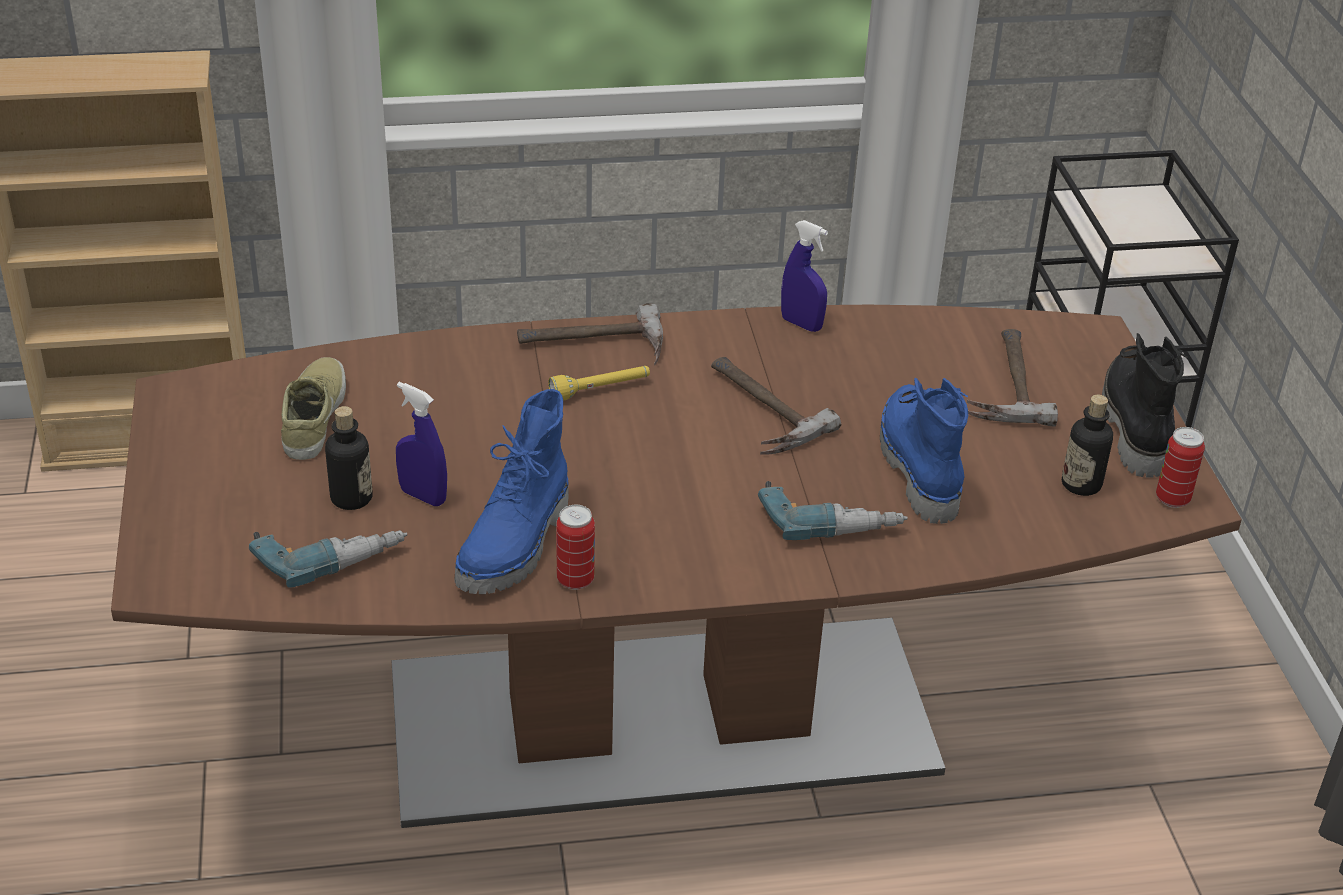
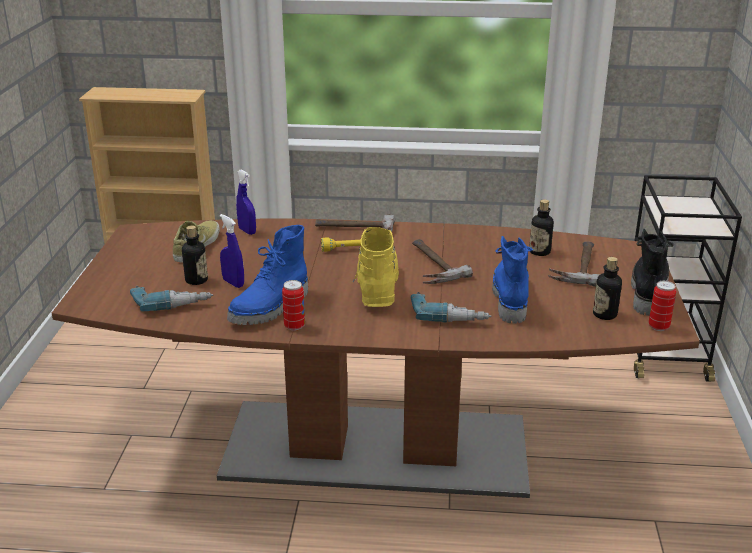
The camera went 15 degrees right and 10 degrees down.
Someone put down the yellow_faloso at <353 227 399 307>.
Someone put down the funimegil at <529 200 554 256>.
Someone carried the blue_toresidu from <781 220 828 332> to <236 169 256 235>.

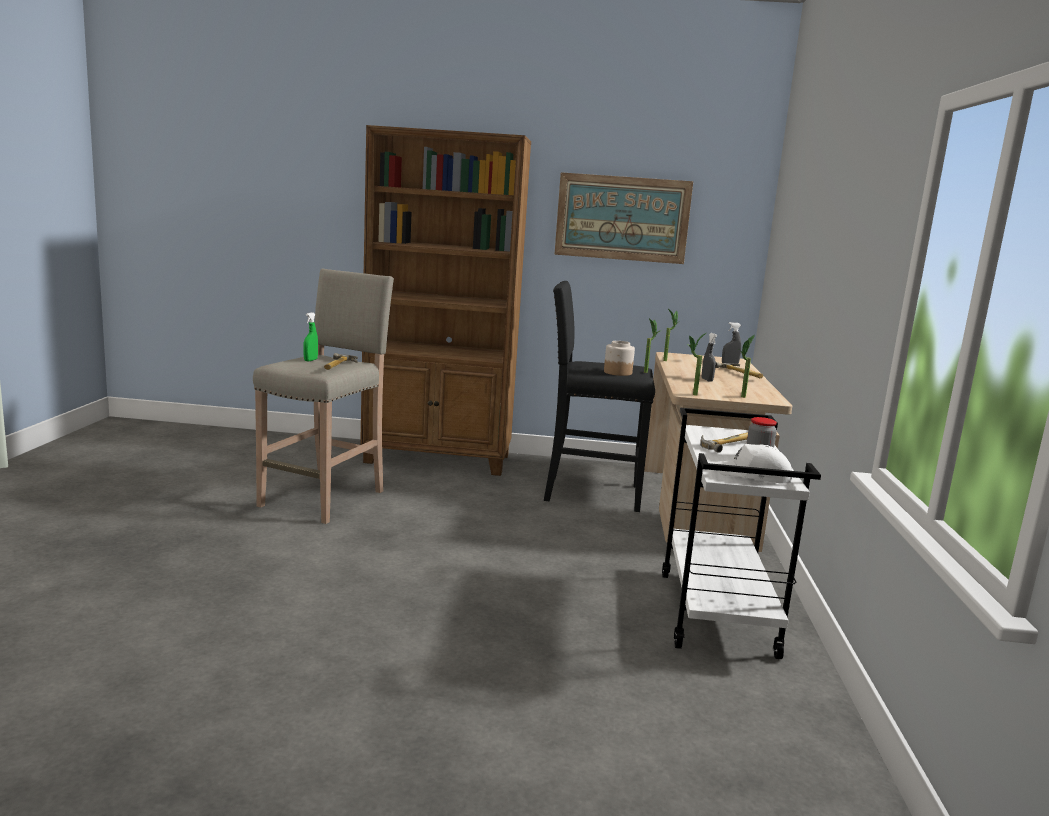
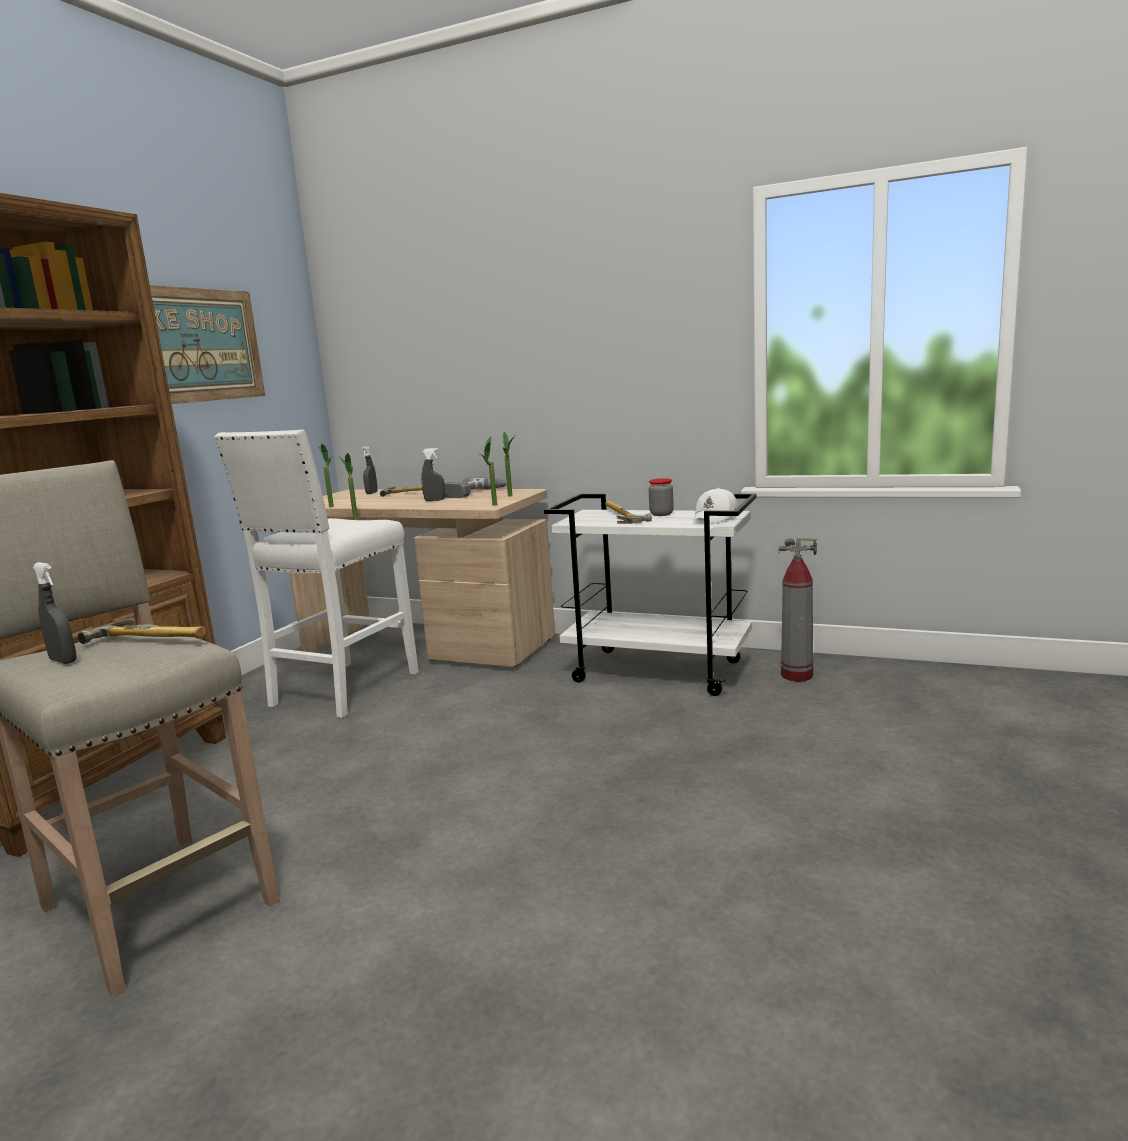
The camera went 70 degrees left and 0 degrees up.
Someone took away the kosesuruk at <604 341 635 376>.
Someone put down the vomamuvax at <445 477 507 498>.
Someone put down the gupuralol at <778 538 817 682>.
Someone repainted the green_toresidu at <303 312 318 361>, which became the grey_toresidu at <33 562 77 664>.
Someone repainted the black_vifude at <544 281 655 512>, which became the white_vifude at <214 429 419 718>.

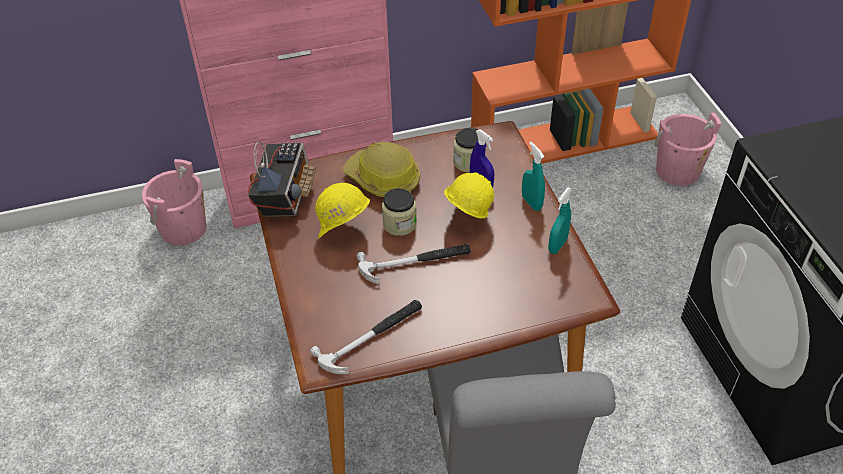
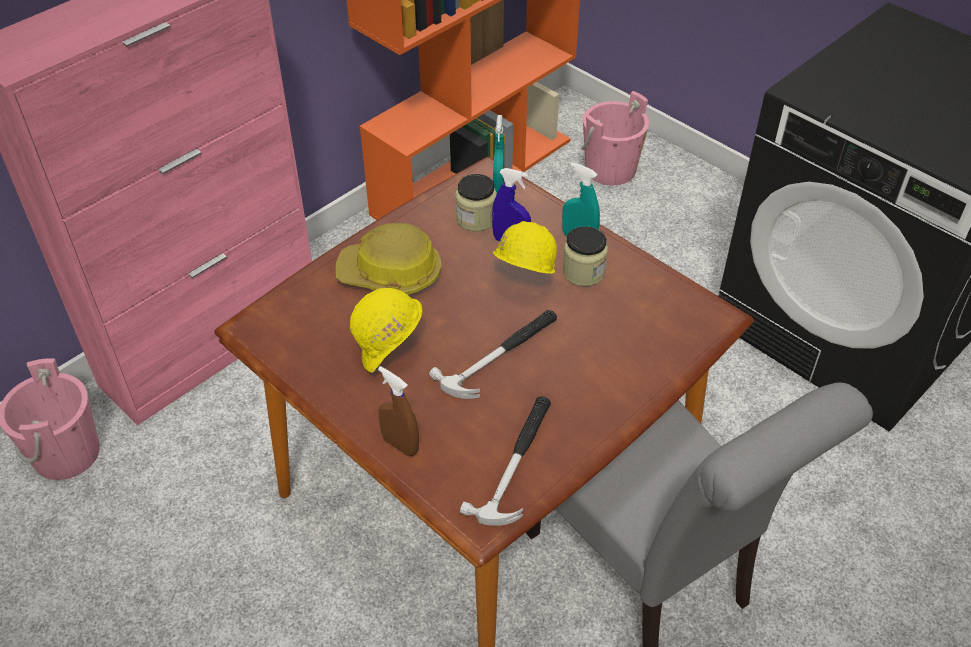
The camera went 30 degrees left and 0 degrees up.
Someone took away the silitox at <248 141 315 217>.
Someone put down the brown_toresidu at <378 366 419 456>.
Someone carried the kosesuruk from <382 188 417 236> to <562 226 608 286>.
Someone carried the turquoise_toresidu from <548 187 572 254> to <493 115 505 193>.

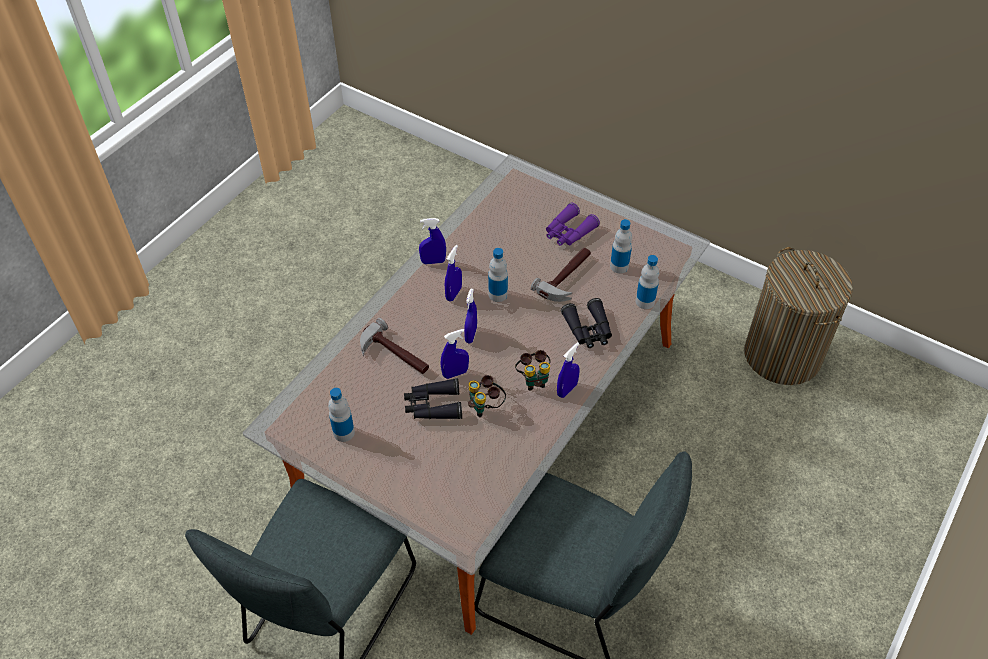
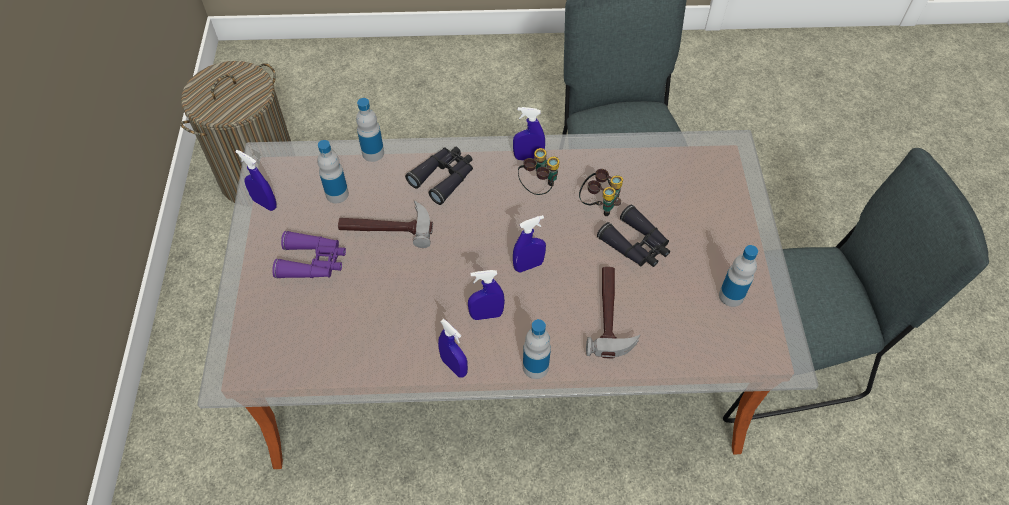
The camera went 125 degrees left and 5 degrees up.
Someone carried the blue_toresidu from <441 329 469 379> to <236 150 277 211>.
Someone carried the funimegil from <488 248 508 302> to <523 319 551 379>.

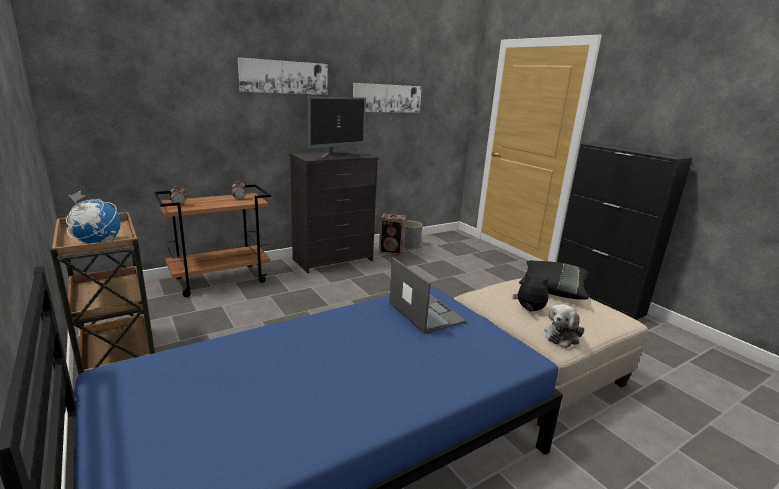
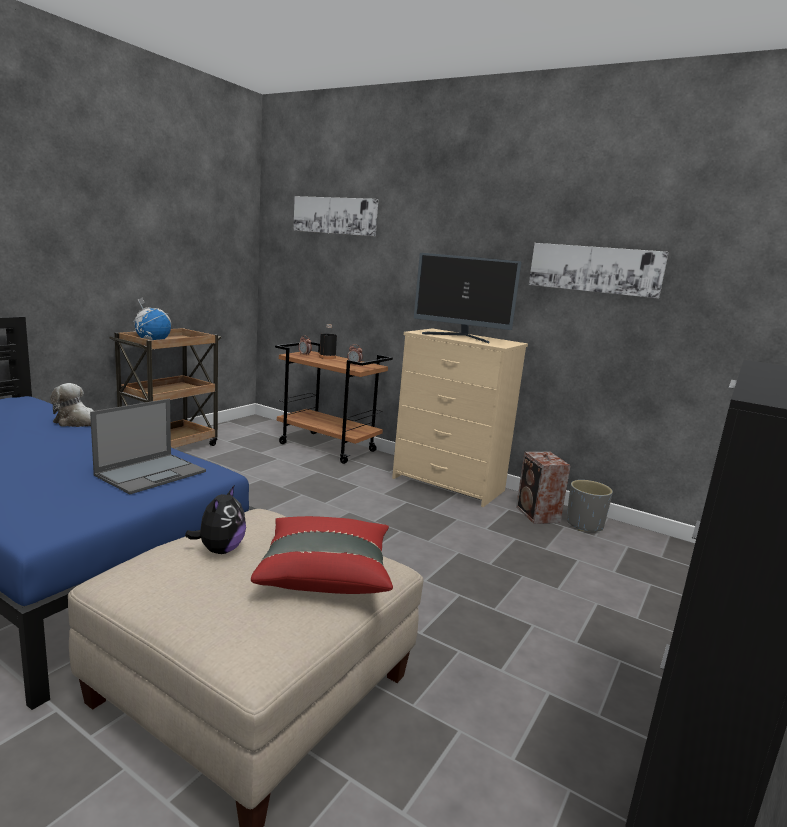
The camera went 65 degrees right and 5 degrees down.
Someone put down the black_funimegil at <319 324 337 359>.
Someone carried the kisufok from <238 57 328 95> to <293 196 378 236>.
Someone carried the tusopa from <544 304 584 348> to <50 383 93 427>.
Someone repainted the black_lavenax at <289 151 379 273>, which became the beige_lavenax at <392 328 528 507>.
Someone repainted the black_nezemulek at <519 260 589 300>, which became the red_nezemulek at <251 516 393 594>.

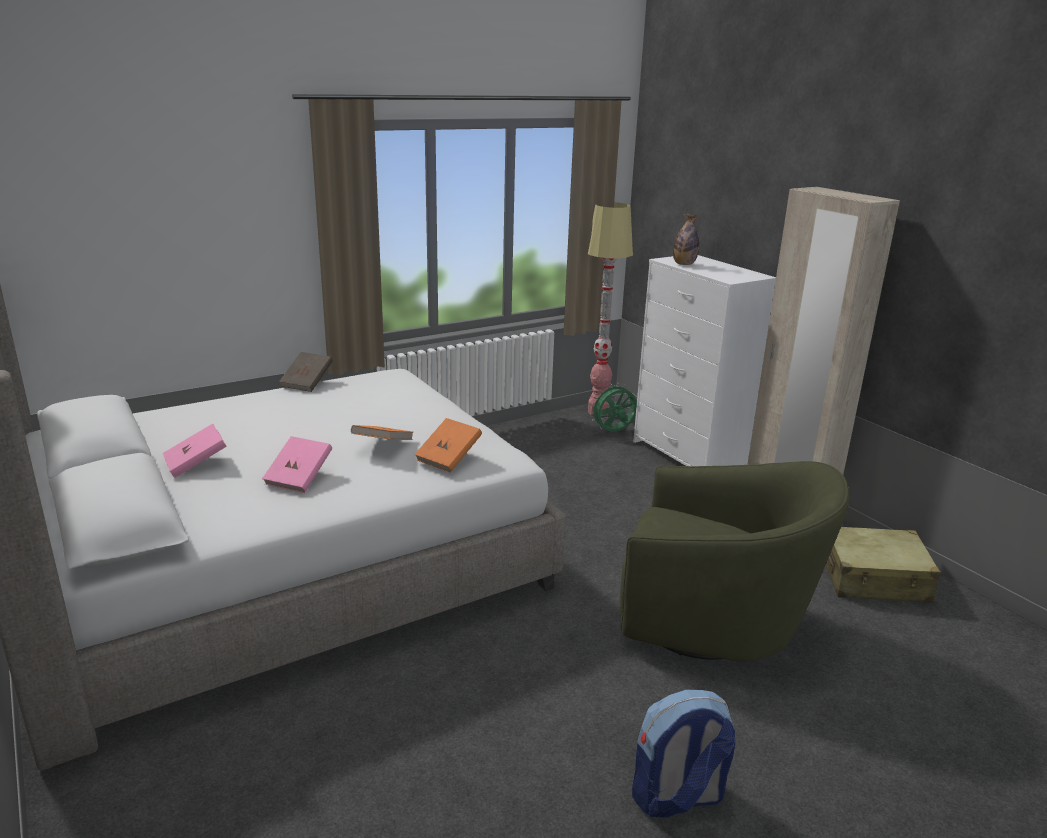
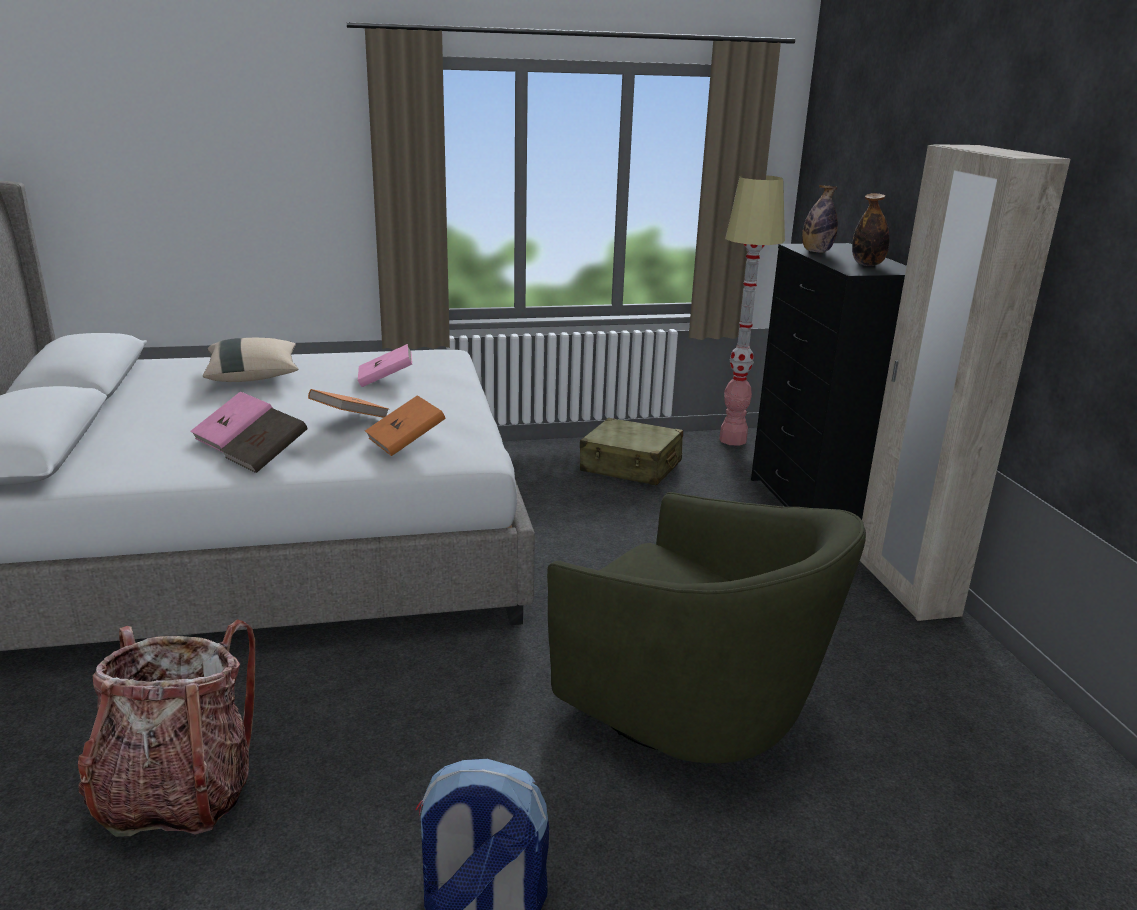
The camera went 20 degrees right and 0 degrees up.
Someone took away the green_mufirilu at <590 383 637 432>.
Someone put down the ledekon at <78 619 255 837>.
Someone put down the beige_nezemulek at <203 338 298 382>.
Someone put down the funimegil at <852 193 890 266>.
Someone carried the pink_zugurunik from <163 424 227 478> to <358 344 412 387>.
Someone carried the brown_zugurunik from <279 352 333 392> to <221 408 308 473>.
Someone carried the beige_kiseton from <826 527 940 603> to <580 418 683 486>.
Someone repainted the white_lavenax at <633 255 776 466>, which became the black_lavenax at <751 243 907 520>.

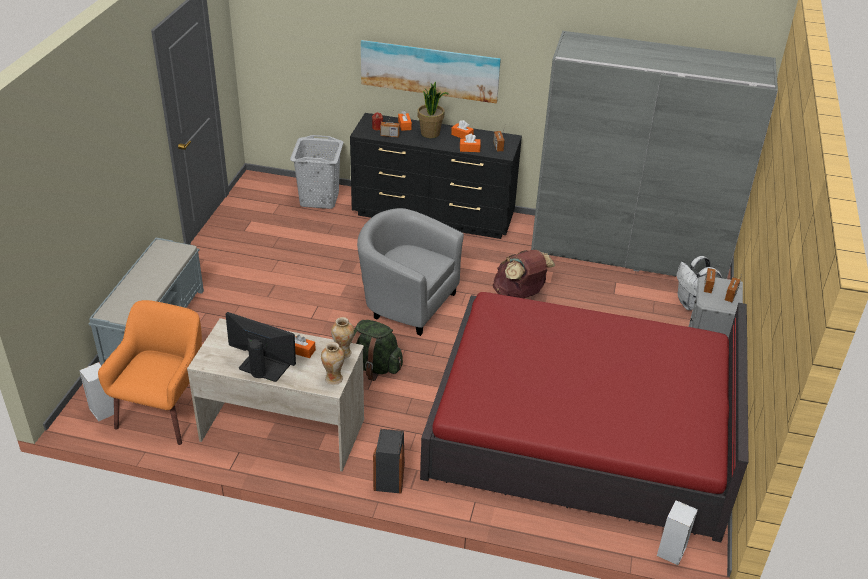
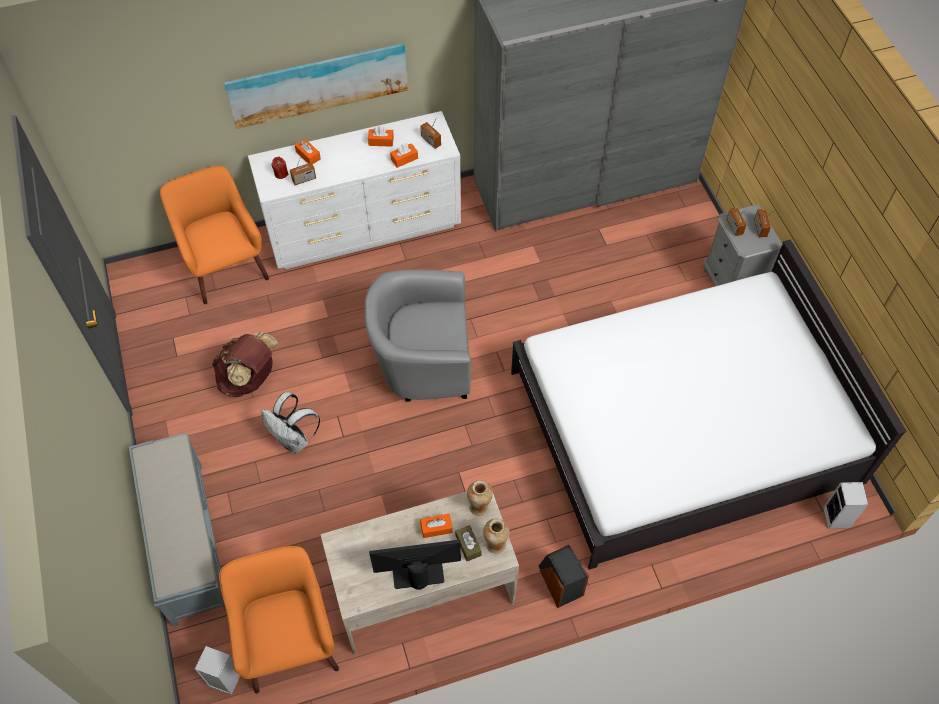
The camera went 30 degrees left and 20 degrees up.
Someone took away the green_ledekon at <351 320 403 381>.
Someone took away the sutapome at <418 82 449 138>.
Someone put down the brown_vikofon at <455 525 482 561>.
Someone carried the brown_ledekon from <493 250 555 298> to <212 332 278 398>.
Someone carried the white_ledekon from <677 256 722 310> to <261 392 320 454>.
Someone swapped the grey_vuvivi at <290 135 344 209> for the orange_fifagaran at <160 166 269 304>.
Someone repainted the black_lavenax at <350 113 522 239>, which became the white_lavenax at <248 111 461 269>.
Someone repainted the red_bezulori at <420 292 748 542>, which became the white_bezulori at <511 239 907 570>.

